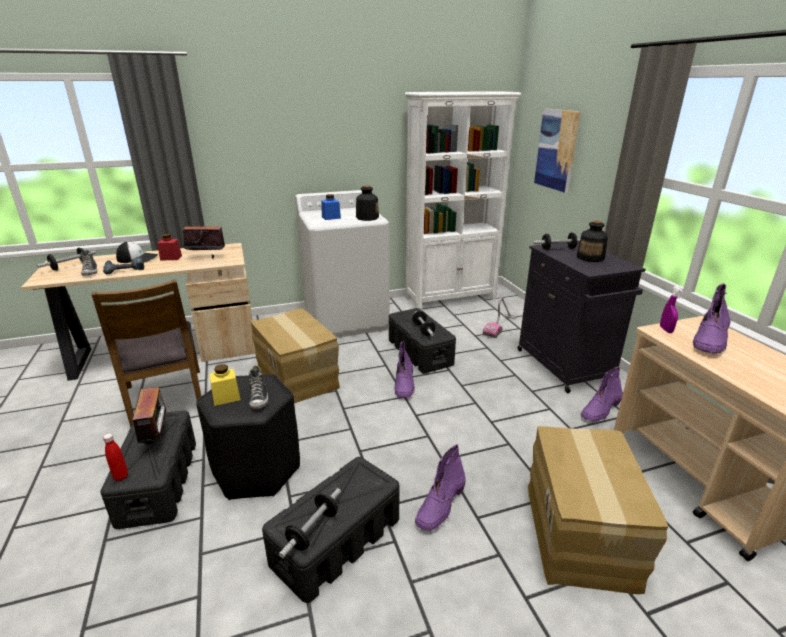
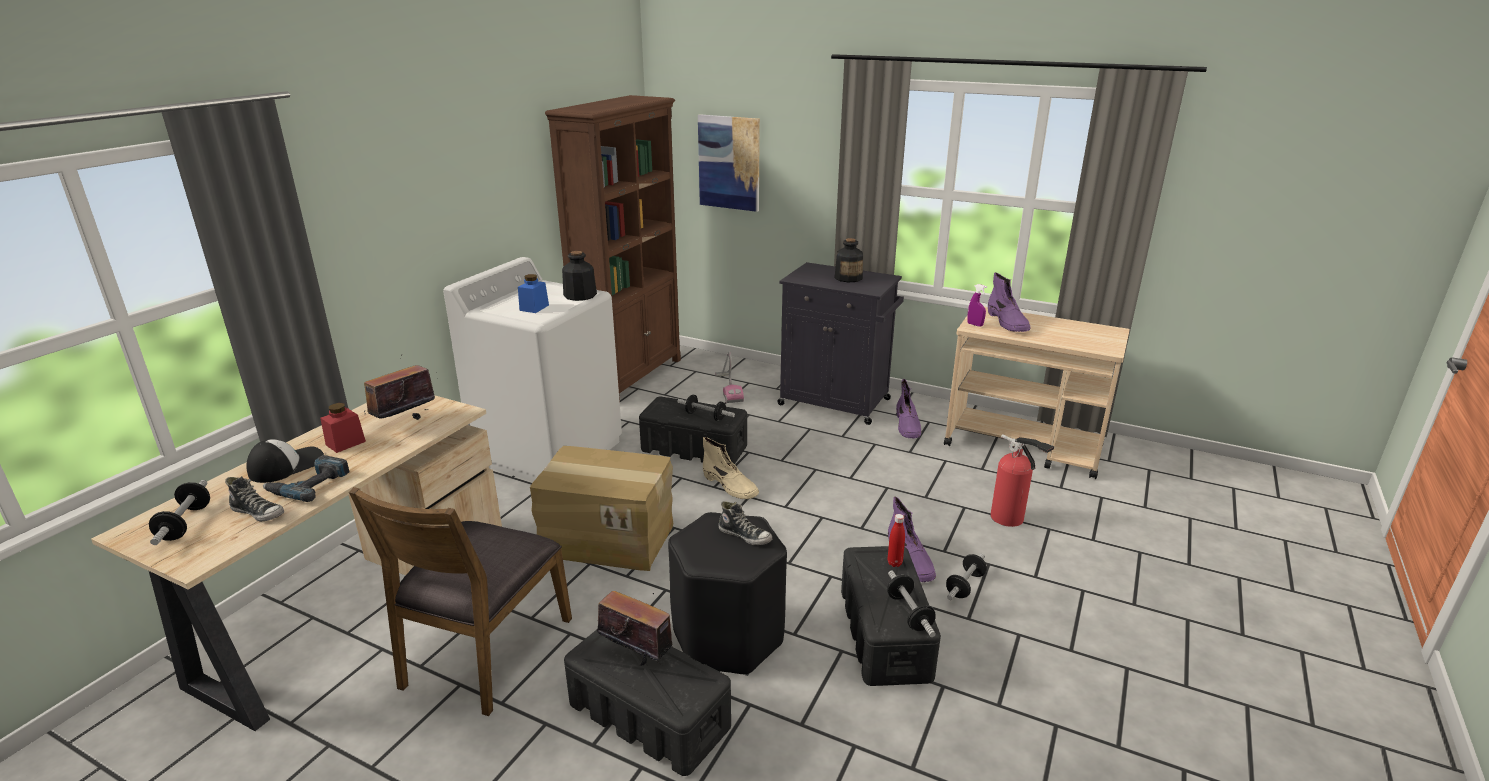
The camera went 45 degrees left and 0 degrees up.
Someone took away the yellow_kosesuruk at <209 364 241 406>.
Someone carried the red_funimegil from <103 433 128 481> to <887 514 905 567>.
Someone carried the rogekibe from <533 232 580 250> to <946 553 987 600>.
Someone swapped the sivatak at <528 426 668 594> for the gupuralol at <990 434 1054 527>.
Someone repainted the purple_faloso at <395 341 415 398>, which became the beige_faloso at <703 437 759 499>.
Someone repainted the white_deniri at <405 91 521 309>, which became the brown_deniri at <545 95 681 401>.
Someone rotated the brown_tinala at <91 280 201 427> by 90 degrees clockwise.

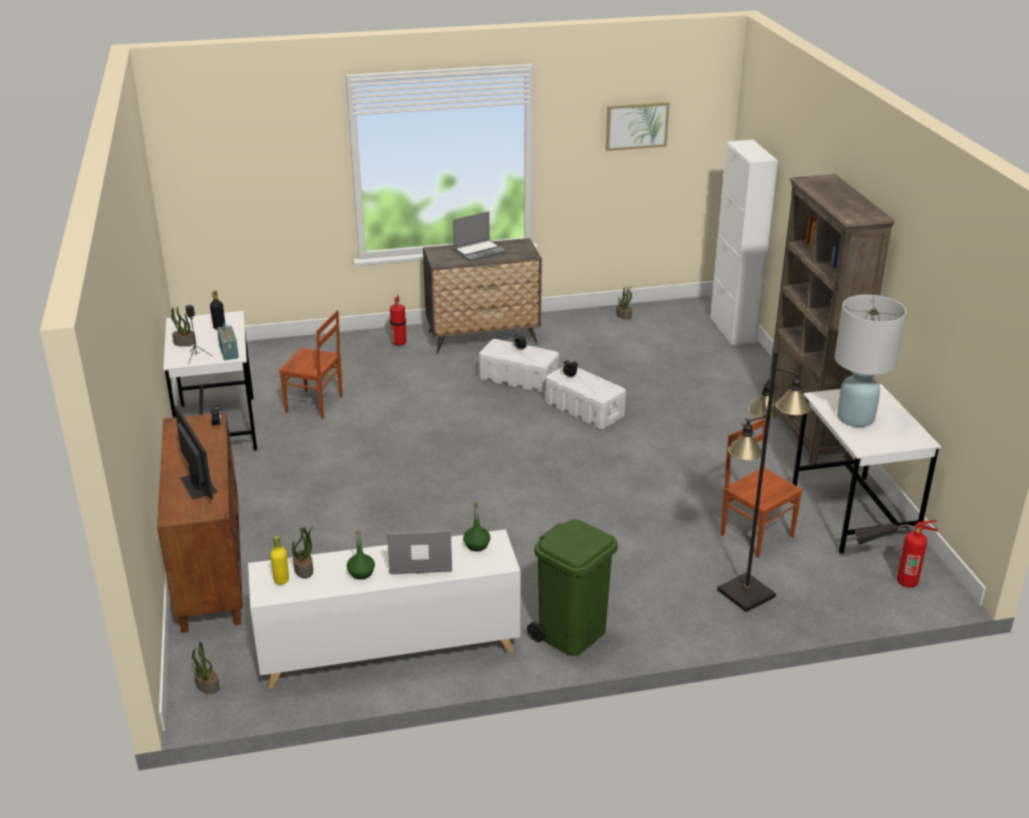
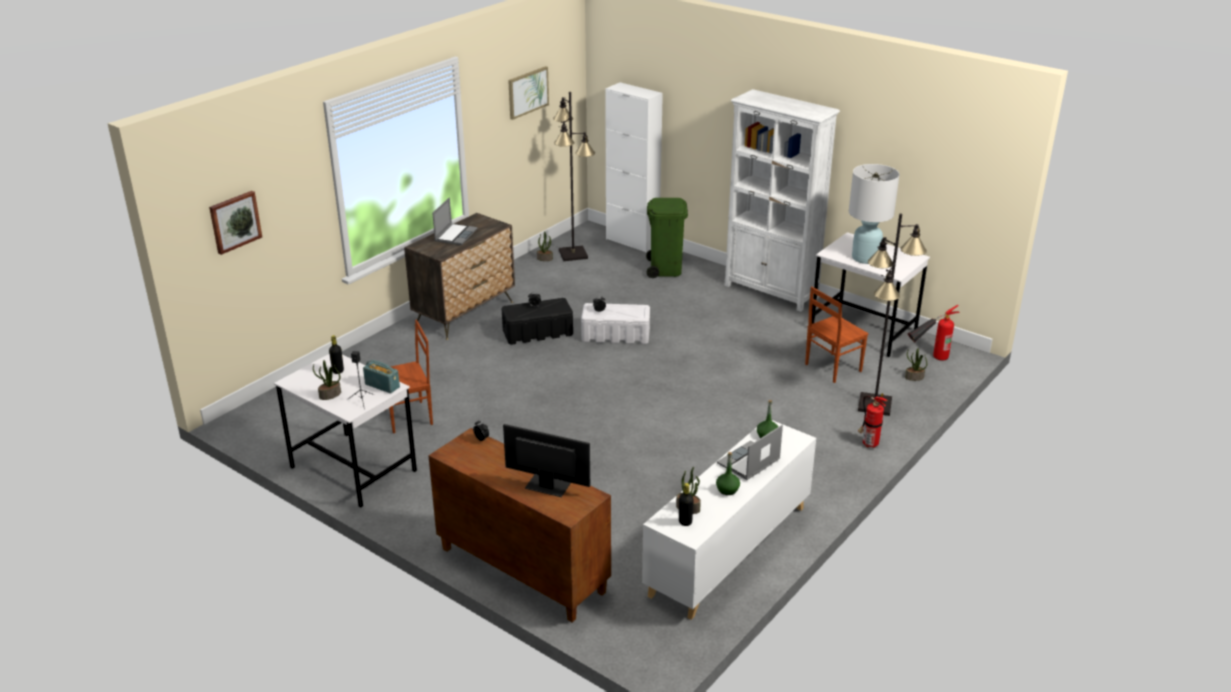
The camera went 40 degrees left and 0 degrees up.
Someone put up the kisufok at <209 191 262 255>.
Someone put down the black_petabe at <553 92 595 261>.
Someone carried the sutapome from <191 642 220 694> to <905 348 927 381>.
Someone carried the gupuralol from <390 294 406 347> to <858 393 887 448>.
Someone carried the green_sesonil from <527 519 618 656> to <646 198 688 278>.
Someone repainted the yellow_funimegil at <270 535 289 585>, which became the black_funimegil at <679 483 694 526>.
Someone repainted the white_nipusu at <479 339 559 394>, which became the black_nipusu at <502 298 573 345>.
Someone repainted the brown_deniri at <769 174 895 465>, which became the white_deniri at <724 89 840 312>.
Someone rotated the brown_tinala at <721 419 803 558> by 45 degrees counterclockwise.

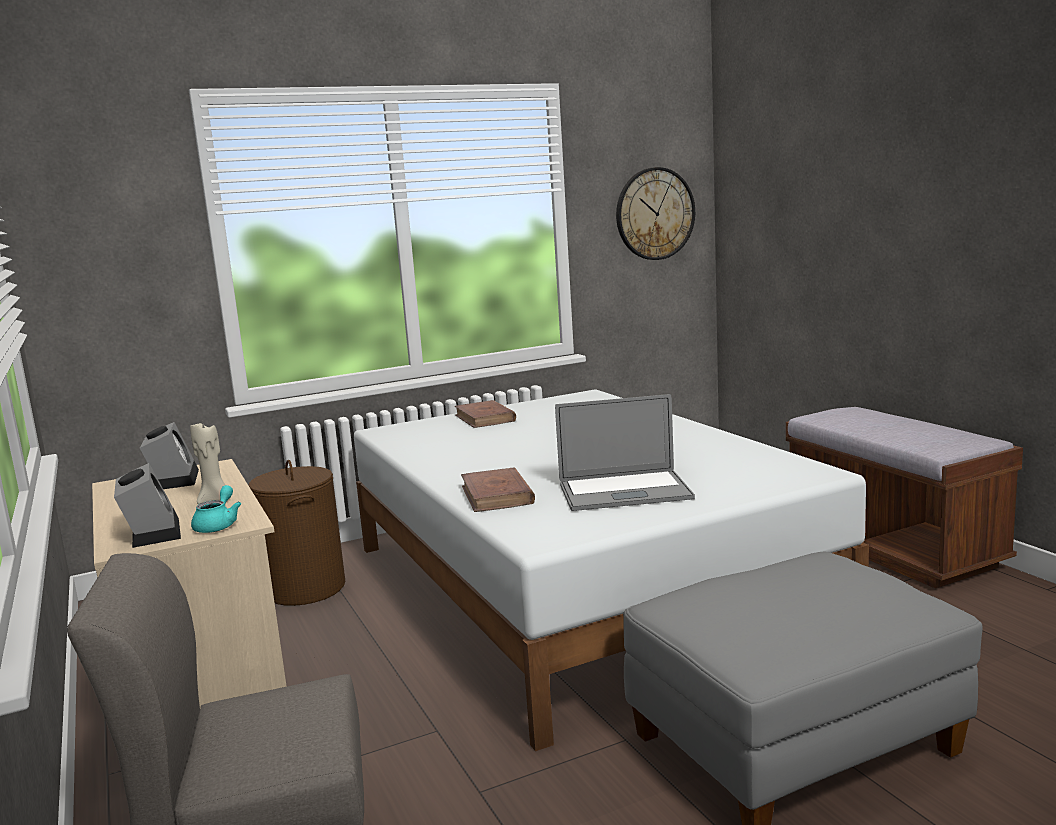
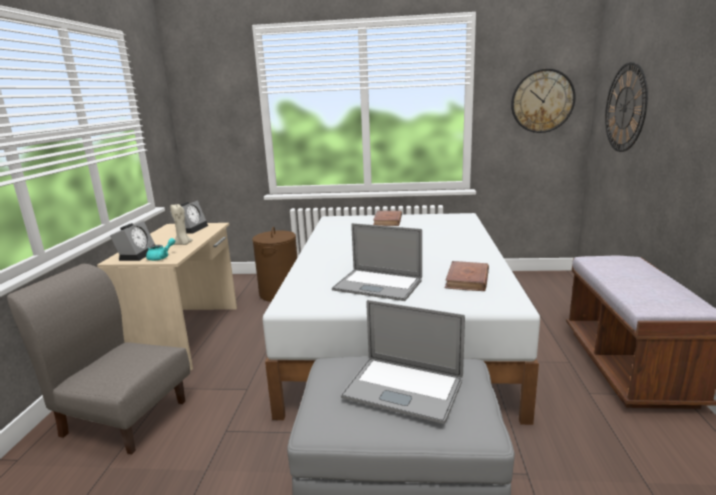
The camera went 30 degrees right and 5 degrees up.
Someone put down the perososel at <341 300 465 424>.
Someone put up the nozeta at <605 62 648 152>.
Someone carried the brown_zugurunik from <461 467 535 512> to <445 261 489 291>.

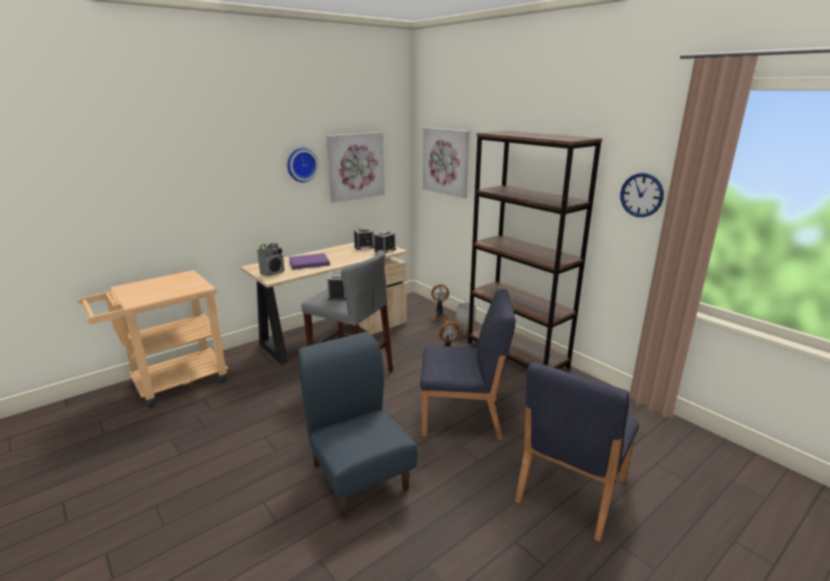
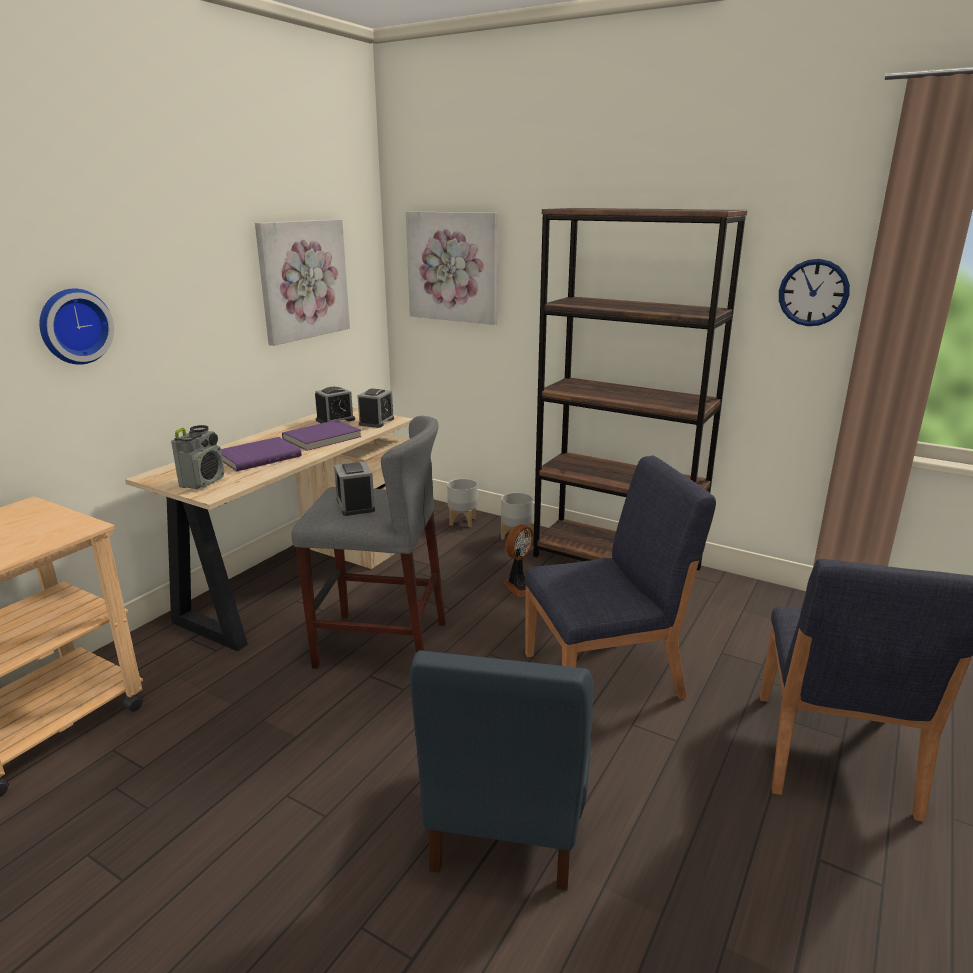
The camera went 20 degrees left and 0 degrees up.
Someone put down the purple_zugurunik at <282 420 362 451>.
Someone carried the nozeta from <287 148 318 182> to <39 288 114 365>.
Someone swapped the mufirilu at <431 284 451 320> for the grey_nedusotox at <447 479 478 528>.
Someone rotated the blue_tinala at <298 332 418 517> by 120 degrees counterclockwise.

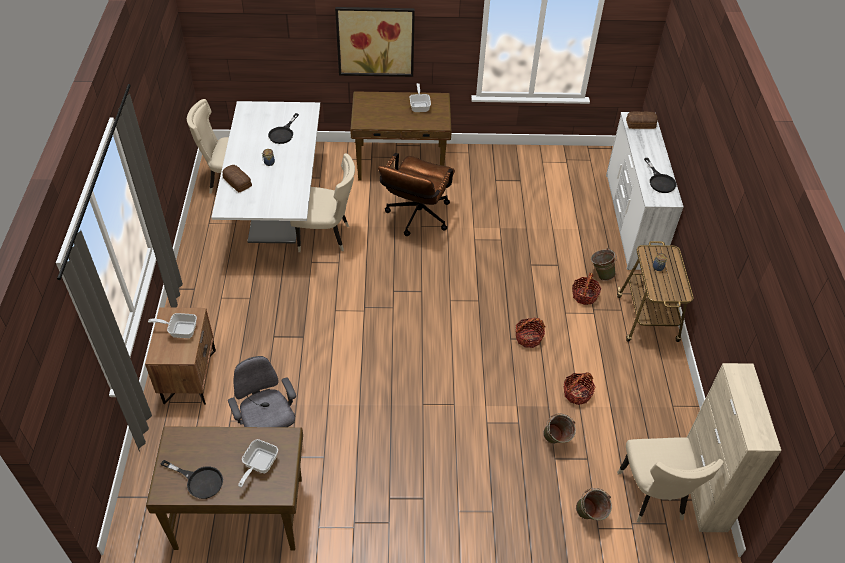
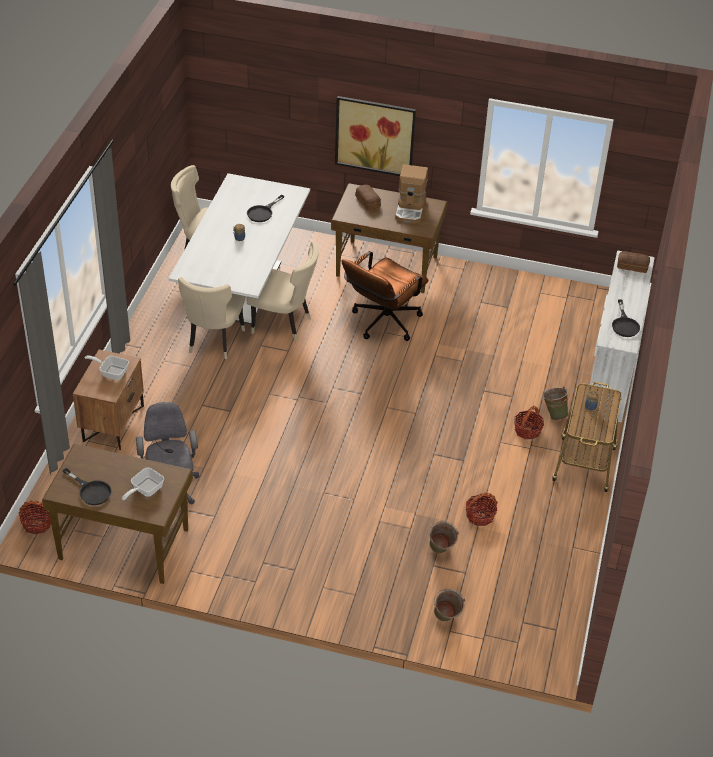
The camera went 15 degrees right and 5 degrees down.
Someone took away the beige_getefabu at <687 363 781 532>.
Someone carried the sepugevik from <222 165 252 192> to <355 185 381 210>.
Someone carried the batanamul from <515 317 546 348> to <19 501 51 534>.
Someone carried the beige_tinala from <617 437 724 523> to <178 277 245 359>.
Someone swapped the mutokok at <409 83 431 112> for the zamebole at <395 164 428 224>.

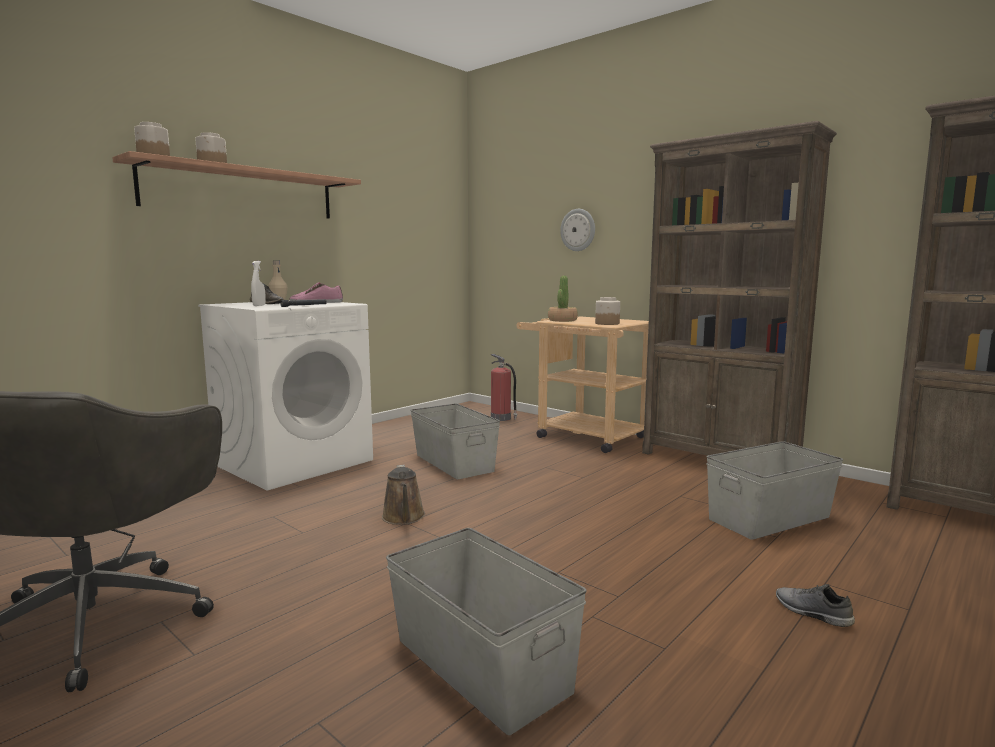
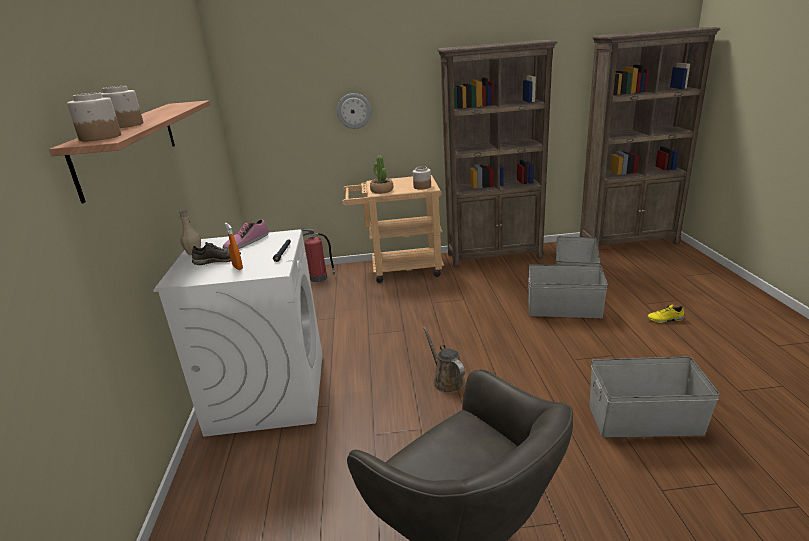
The camera went 45 degrees left and 15 degrees up.
Someone carried the grey_nipusu from <410 403 500 479> to <528 265 608 318>.
Someone repainted the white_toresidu at <251 261 266 306>, which became the orange_toresidu at <224 223 243 270>.
Someone repainted the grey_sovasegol at <776 584 855 627>, which became the yellow_sovasegol at <647 304 685 323>.
Someone rotated the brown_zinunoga at <382 465 425 525> by 150 degrees counterclockwise.

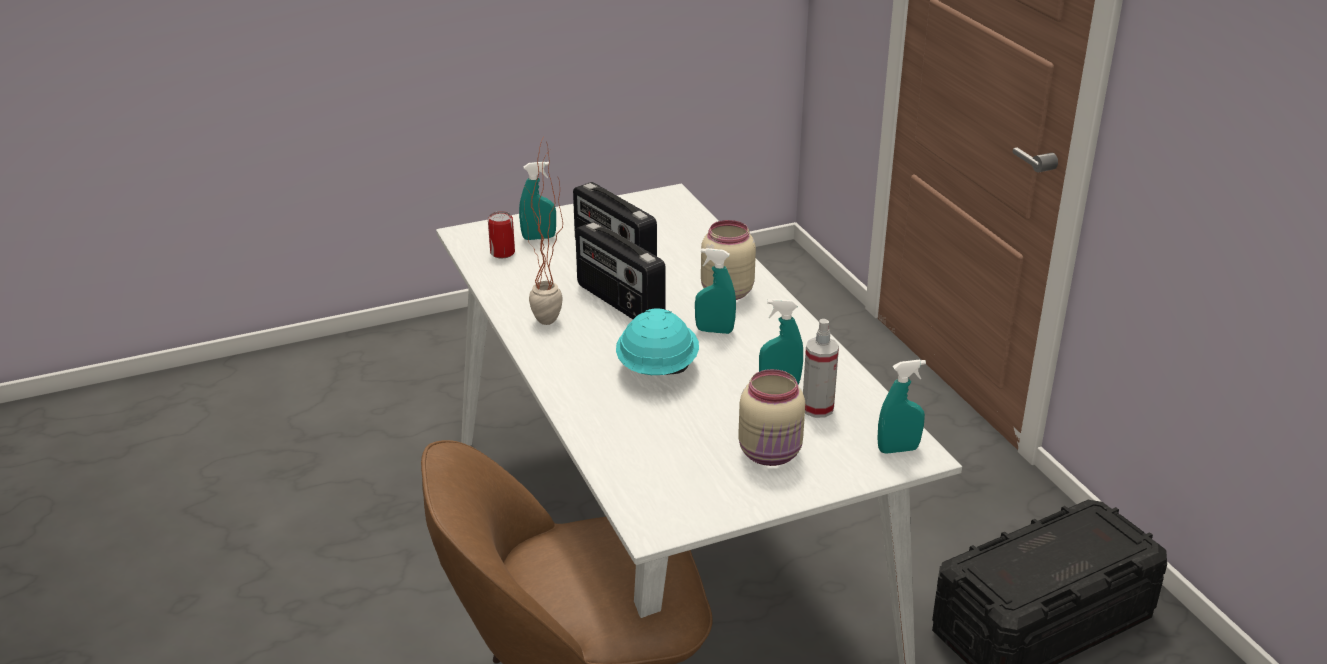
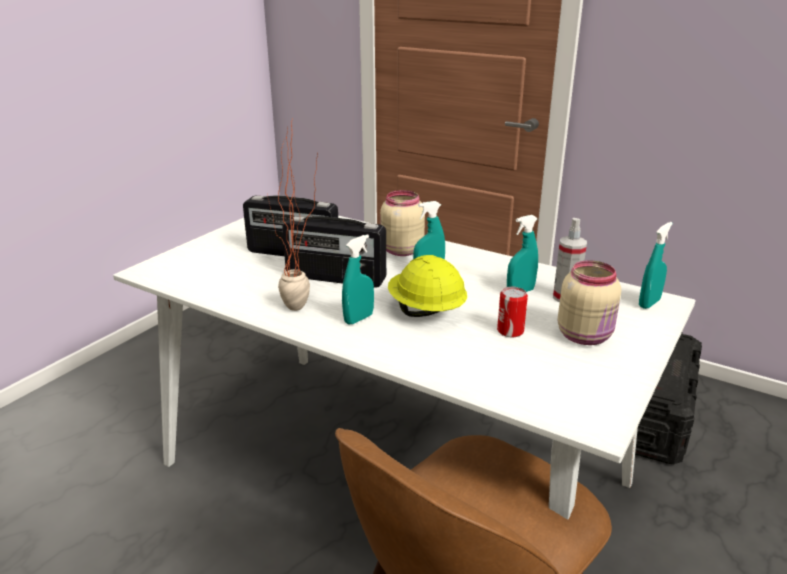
The camera went 35 degrees left and 5 degrees down.
Someone carried the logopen from <488 211 515 258> to <497 287 528 337>.
Someone carried the turquoise_toresidu from <519 162 556 240> to <342 234 374 325>.
Someone repainted the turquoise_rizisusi at <616 309 699 375>, which became the yellow_rizisusi at <388 255 467 317>.

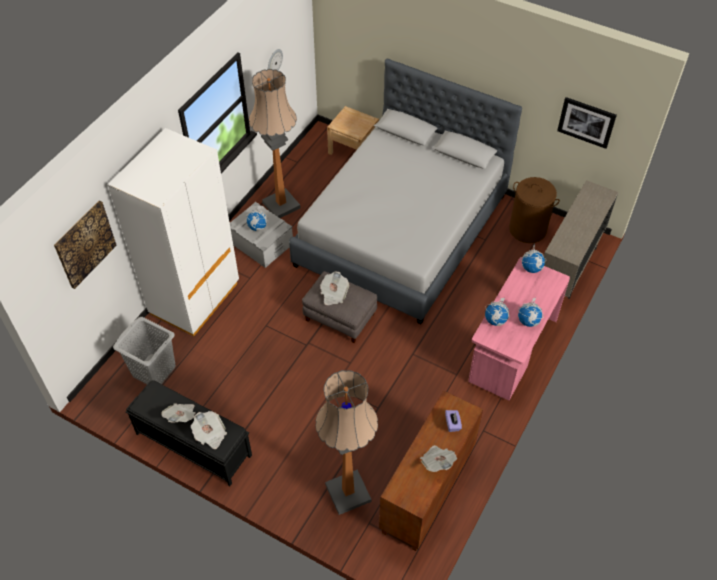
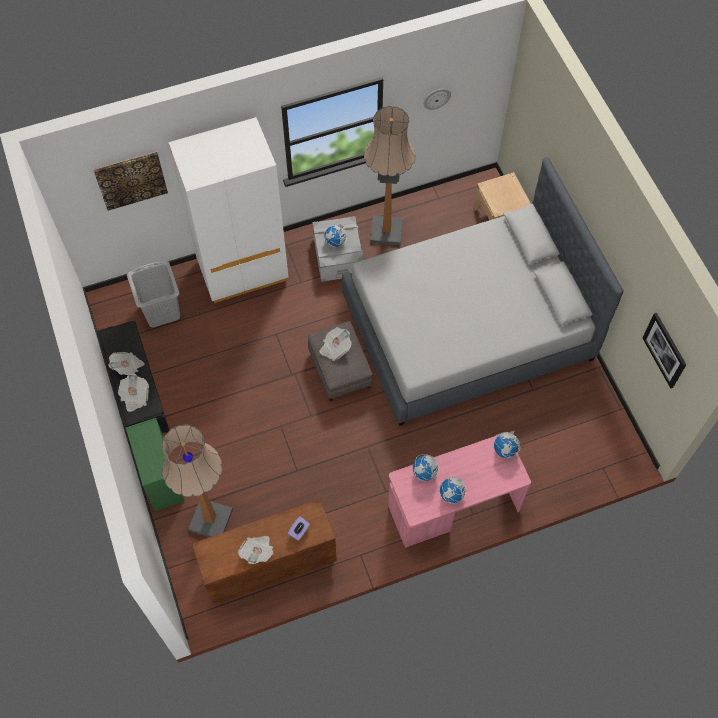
The camera went 40 degrees right and 10 degrees up.
Someone took away the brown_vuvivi at <509 177 560 243>.
Someone took away the beige_getefabu at <544 180 619 299>.
Someone put down the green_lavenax at <125 418 184 511>.

